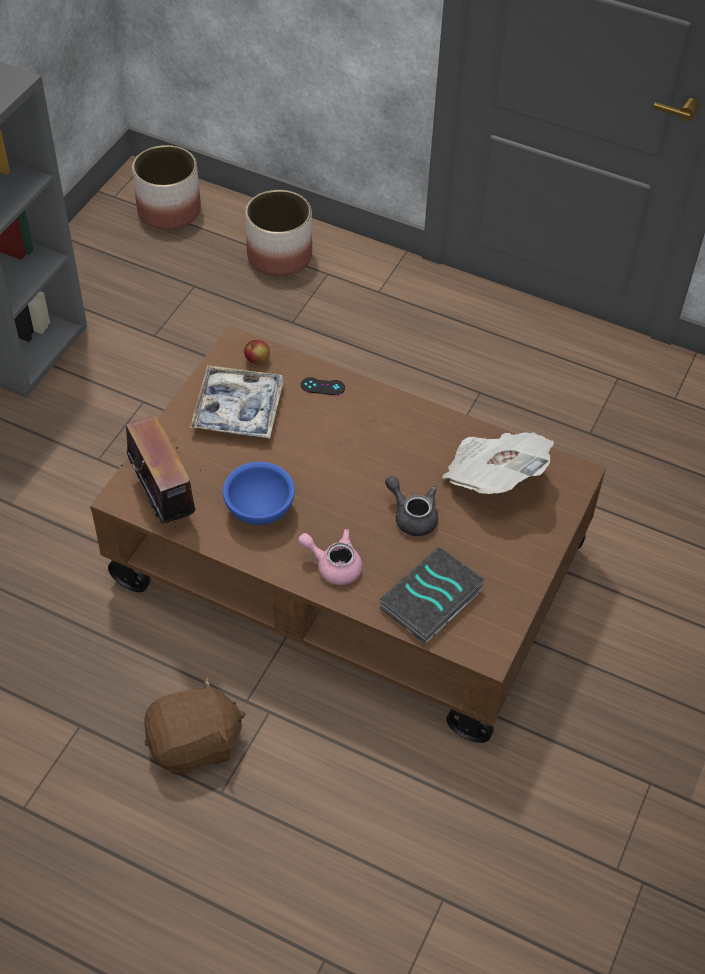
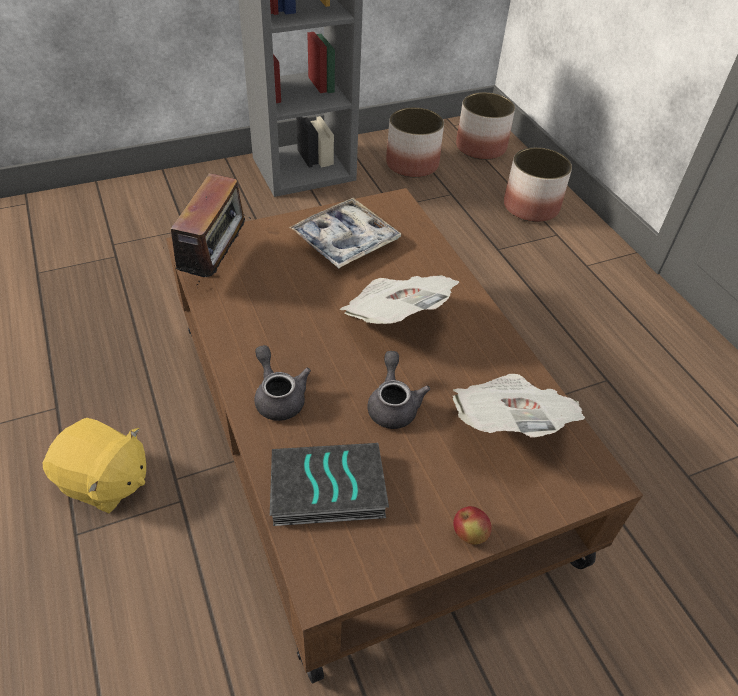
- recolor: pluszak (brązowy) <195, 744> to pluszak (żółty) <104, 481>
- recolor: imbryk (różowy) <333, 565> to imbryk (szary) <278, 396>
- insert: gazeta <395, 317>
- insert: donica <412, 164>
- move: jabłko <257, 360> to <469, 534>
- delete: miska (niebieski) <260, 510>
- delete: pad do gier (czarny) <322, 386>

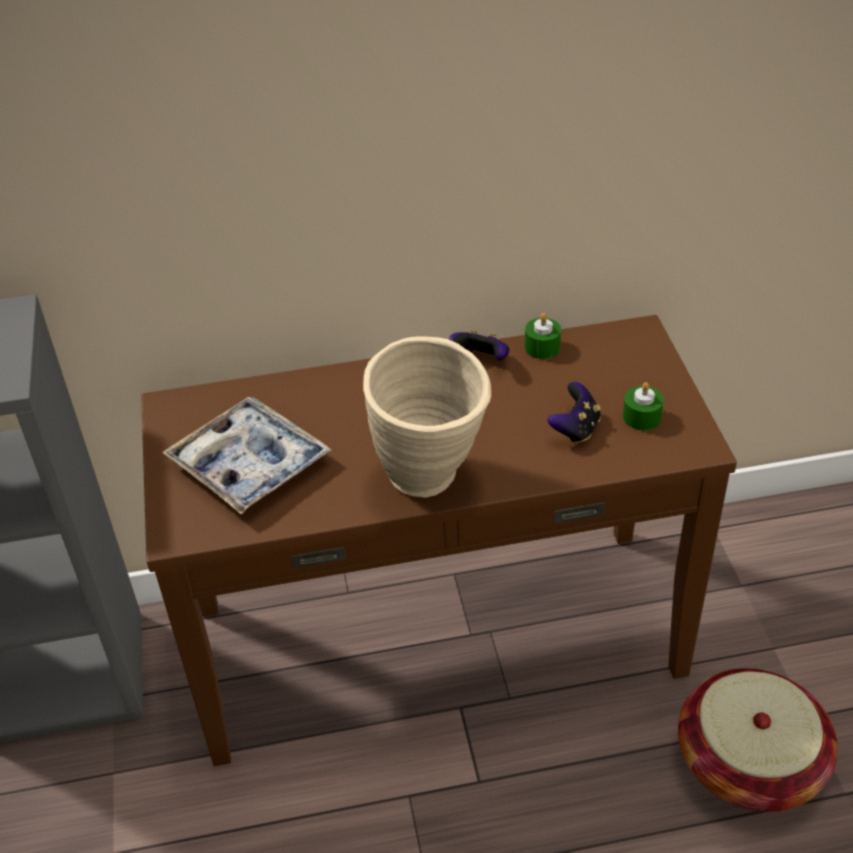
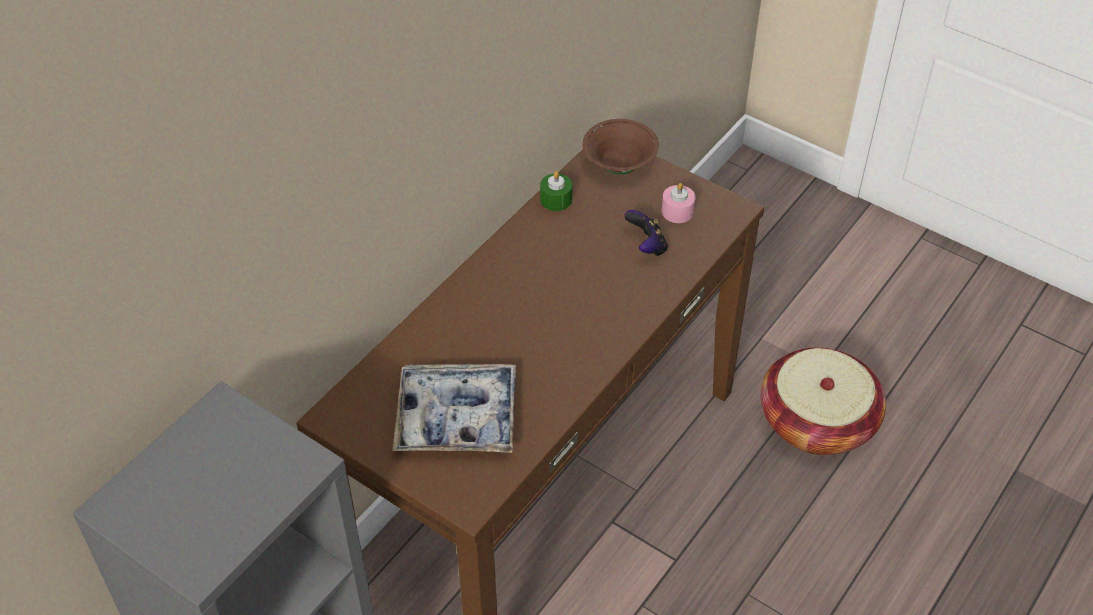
- insert: miska (brązowy) <619, 165>
- recolor: świeca (zielony) <641, 417> to świeca (różowy) <677, 211>
- delete: wazon (beżowy) <432, 482>
- delete: pad do gier <482, 360>

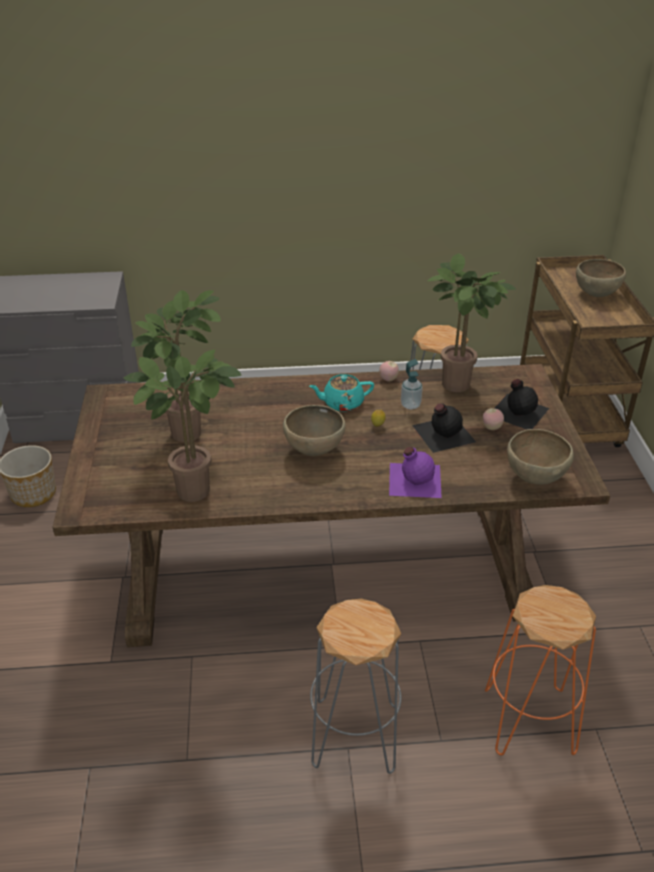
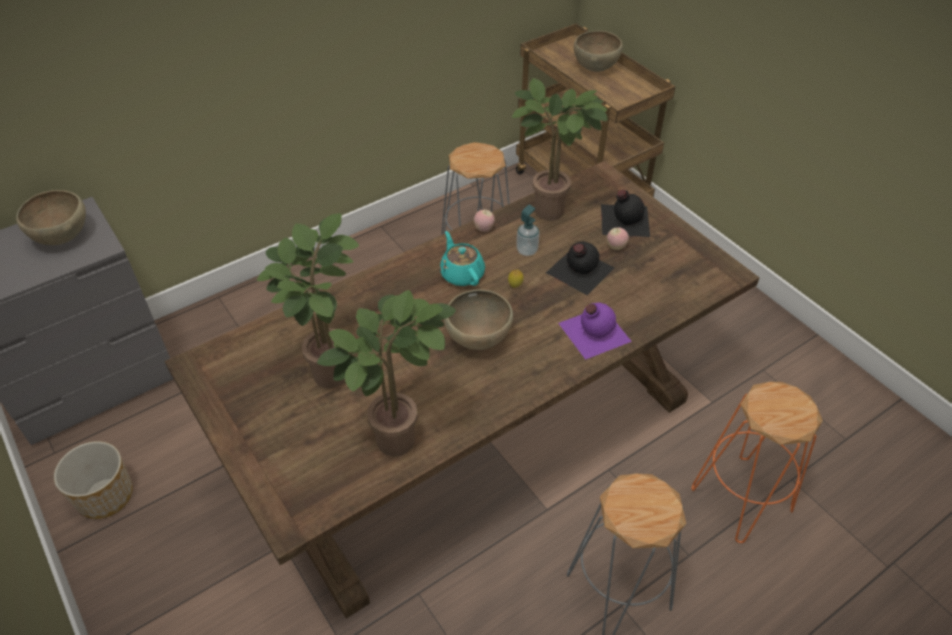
- move: miska (brązowy) <535, 477> to <62, 238>
- rotate: imbryk (turkusowy) <342, 403> = <462, 274> 105 degrees clockwise

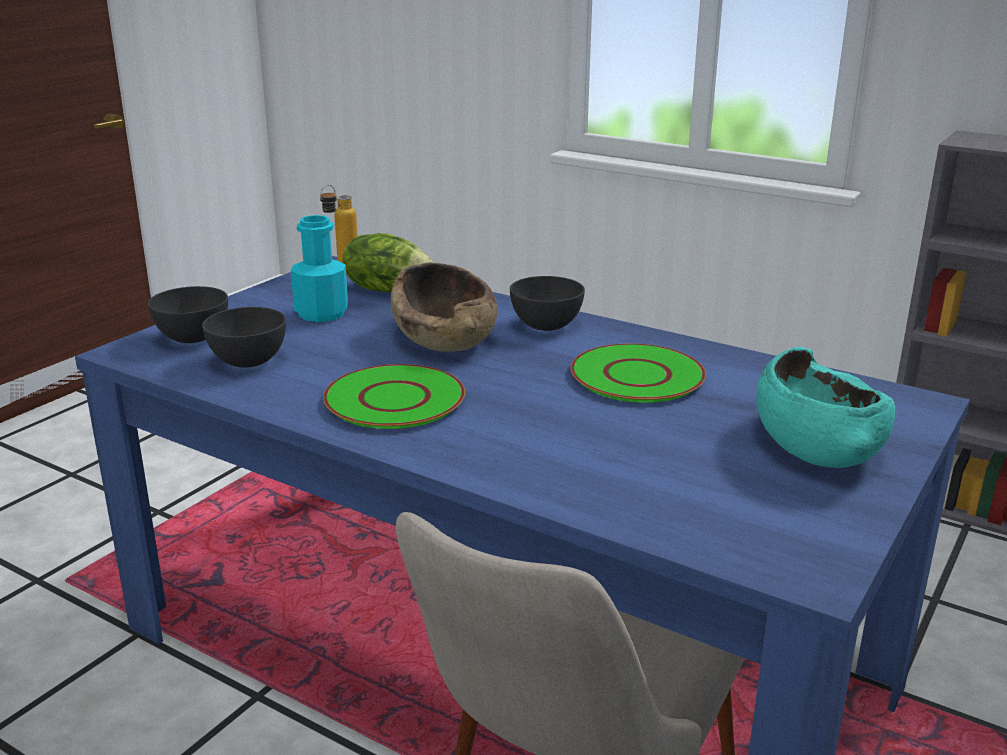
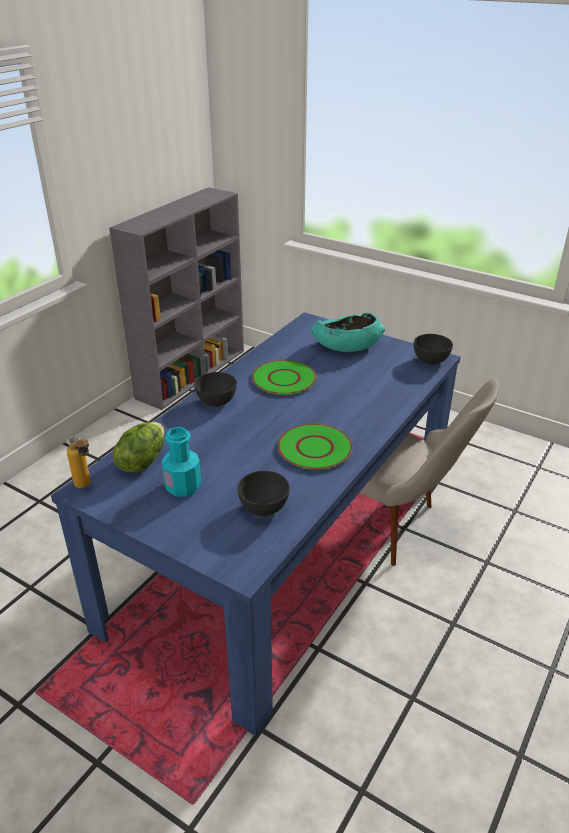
- move: miska (szary) <192, 338> to <431, 361>
- delete: miska (brązowy) <445, 339>

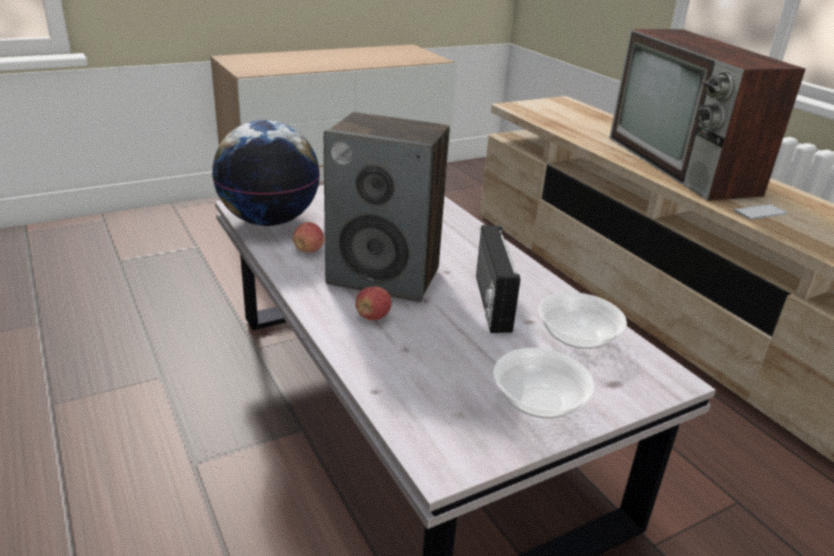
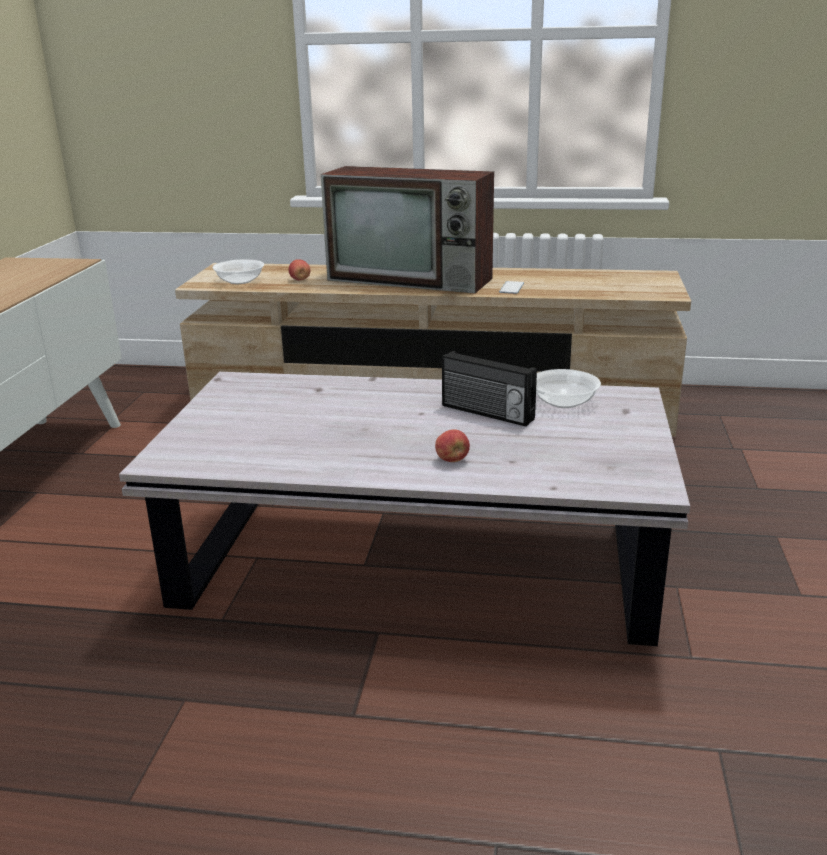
- move: miska <539, 401> to <240, 281>
- move: jabłko <309, 250> to <300, 280>
- delete: globus <269, 220>
- delete: głośnik <385, 276>

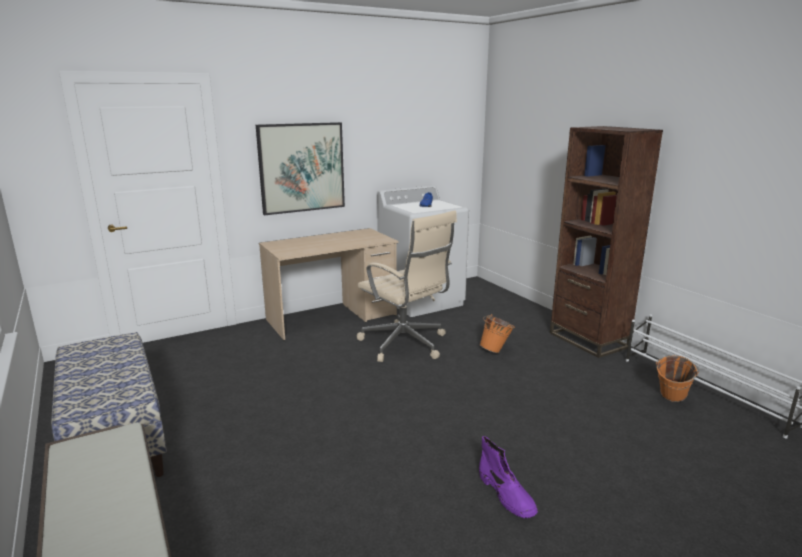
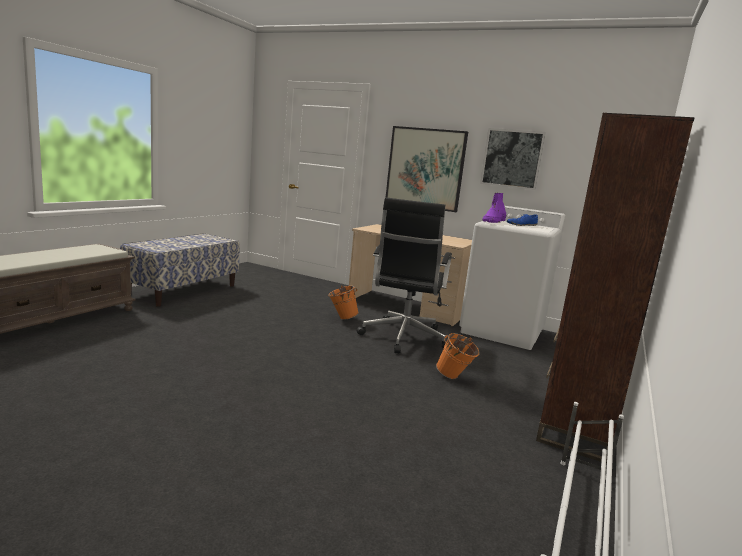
- move: wiadro (pomarańczowy) <670, 400> to <341, 318>
- recolor: krzesło biurowe (beżowy) <405, 344> to krzesło biurowe (czarny) <403, 338>
- insert: obraz <512, 158>
- move: but z cholewką (fioletowy) <506, 495> to <493, 222>

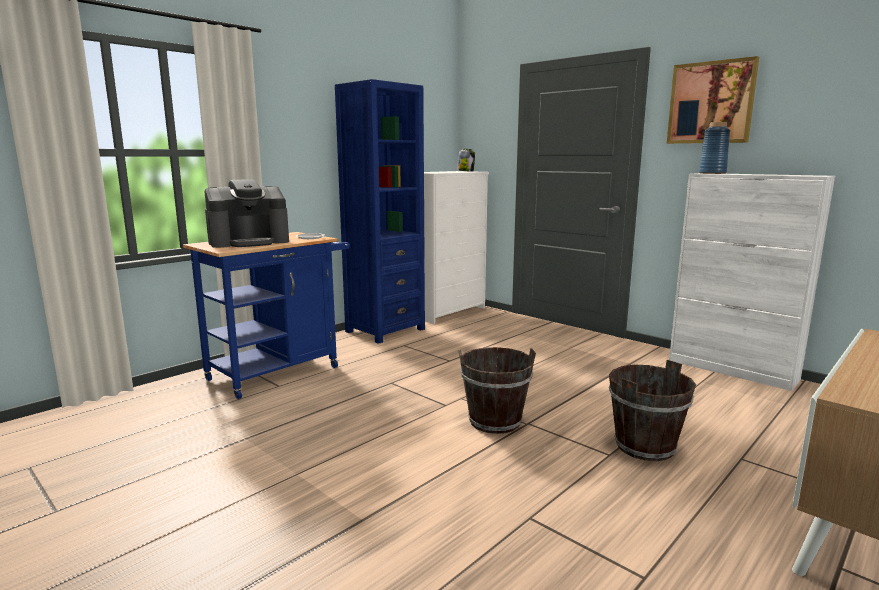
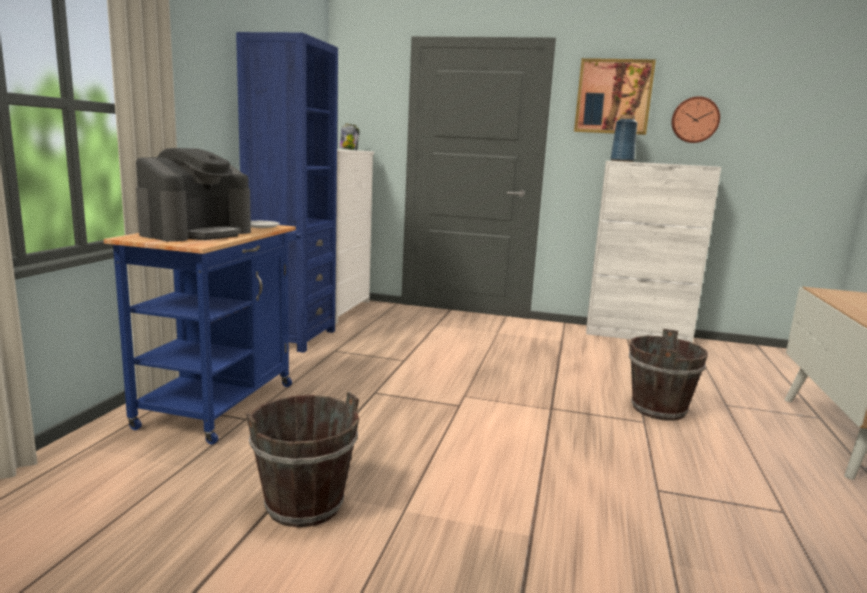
- move: wiadro (brązowy) <495, 421> to <304, 504>
- insert: zegar ścienny <695, 120>

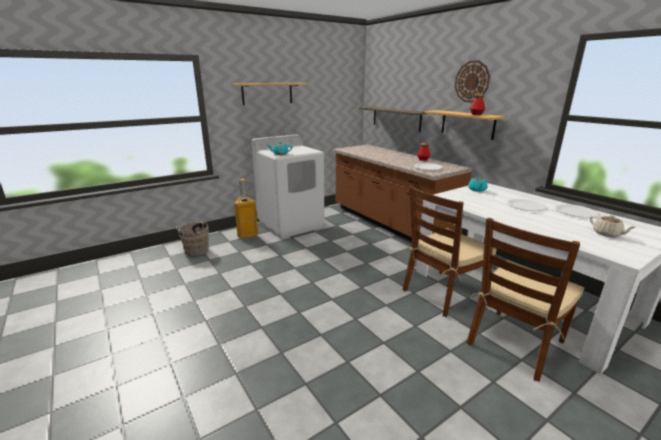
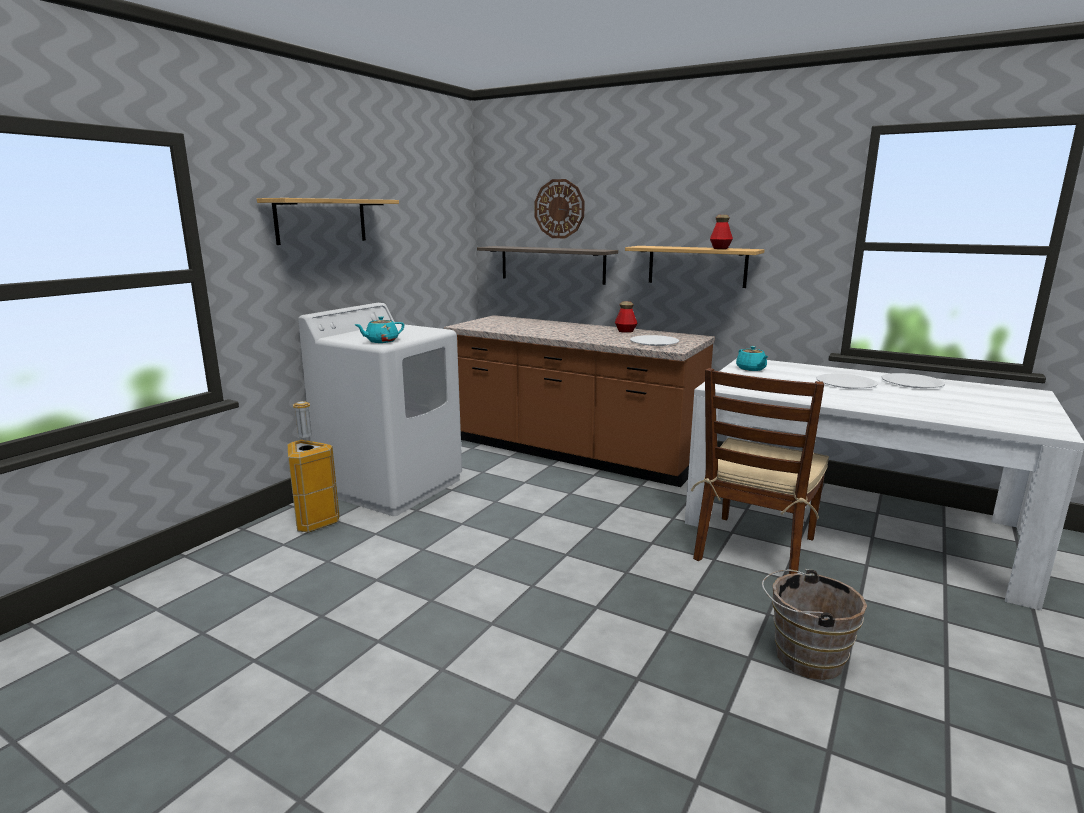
- move: zegar ścienny <472, 81> to <559, 209>
- move: wiadro (brązowy) <196, 250> to <803, 656>
- delete: krzesło (brązowy) <515, 343>
- delete: imbryk (beżowy) <607, 234>

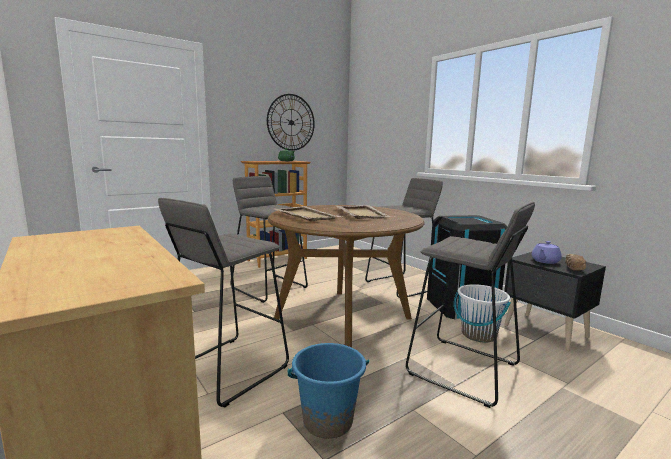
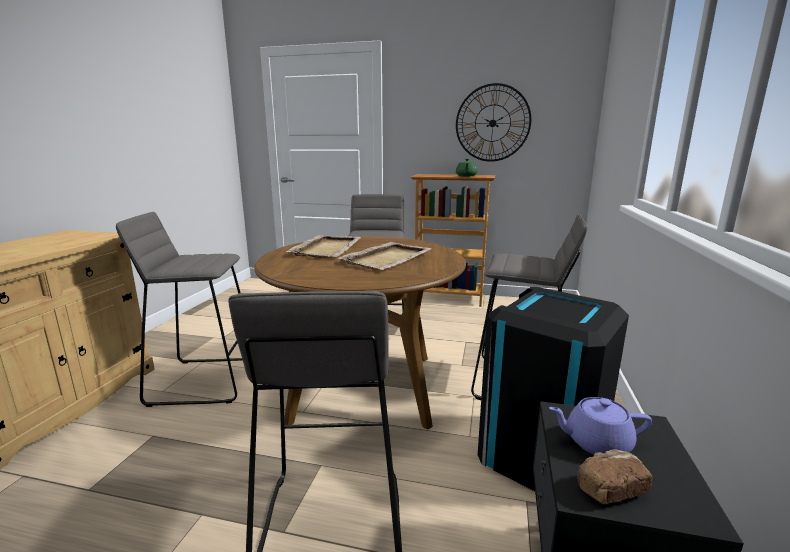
- delete: wiadro (niebieski) <328, 420>
- delete: wiadro (biały) <478, 334>

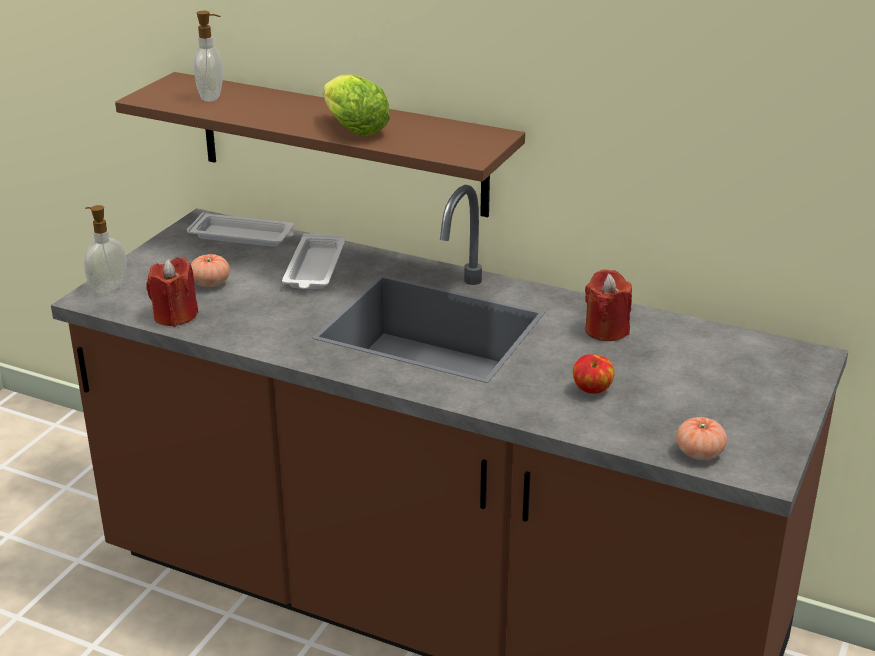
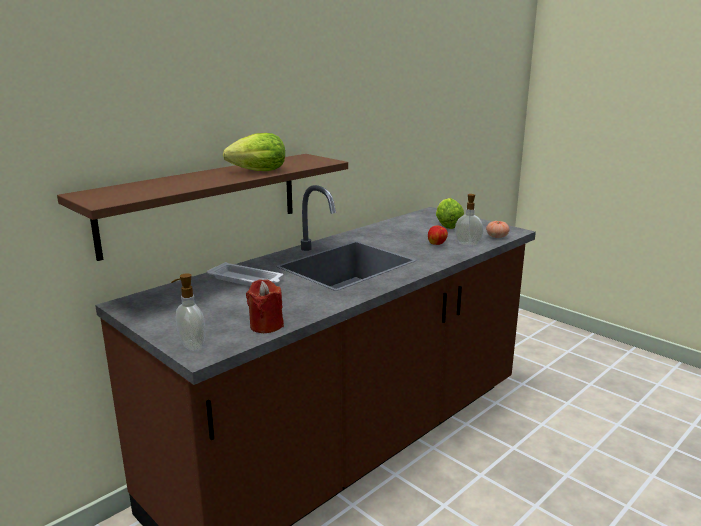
- insert: sałata <447, 225>
- move: dozownik mydła <212, 97> to <468, 244>
- delete: taca (biały) <243, 236>
- delete: pomidor <210, 283>
- delete: świeca (czerwony) <606, 330>

